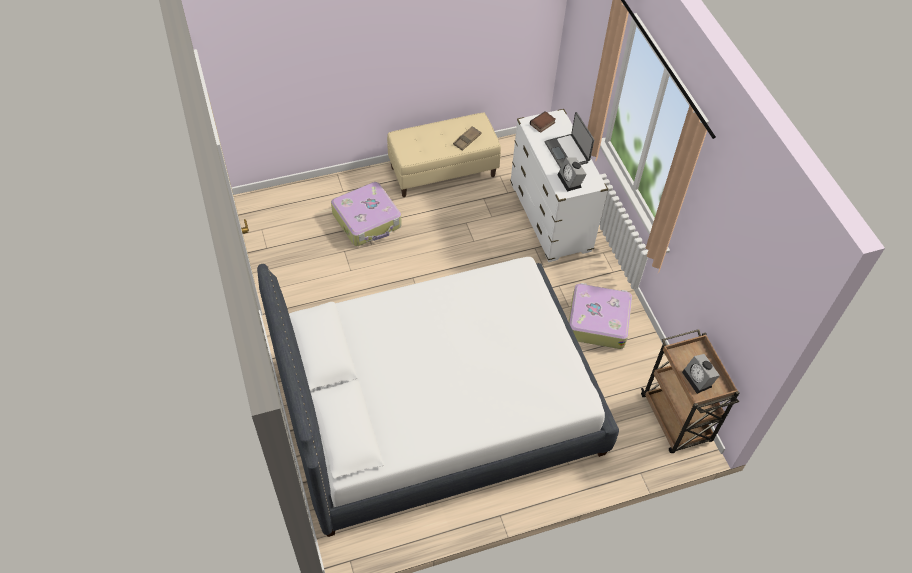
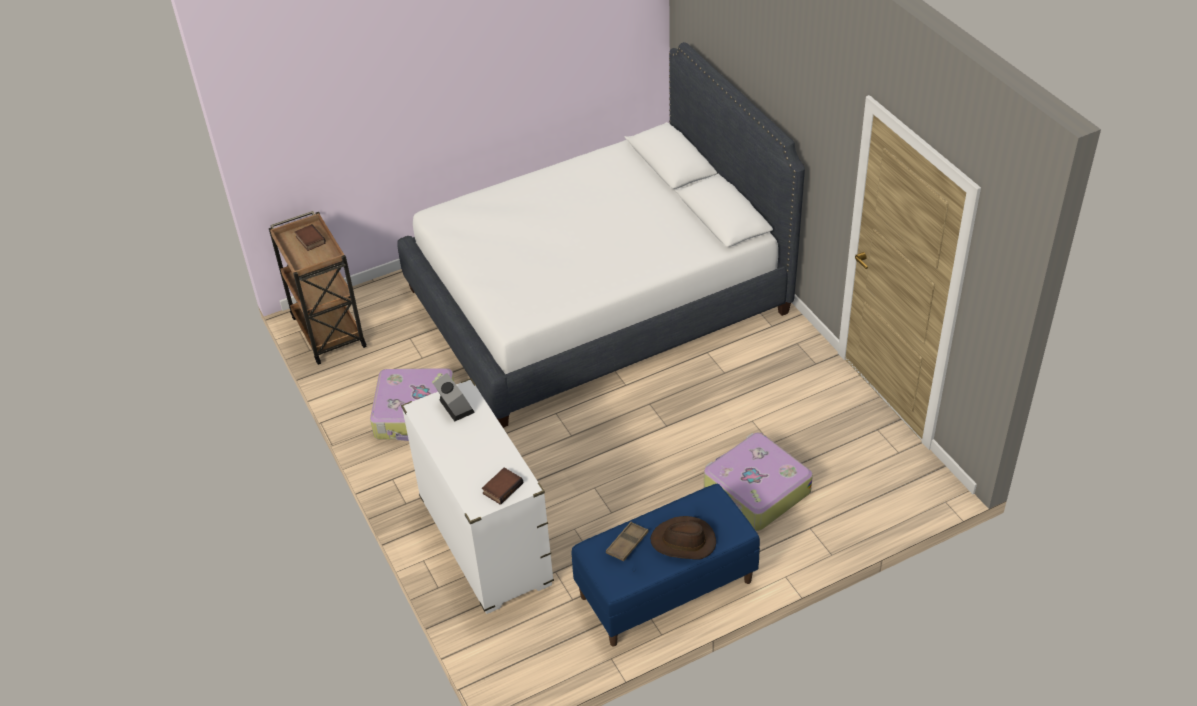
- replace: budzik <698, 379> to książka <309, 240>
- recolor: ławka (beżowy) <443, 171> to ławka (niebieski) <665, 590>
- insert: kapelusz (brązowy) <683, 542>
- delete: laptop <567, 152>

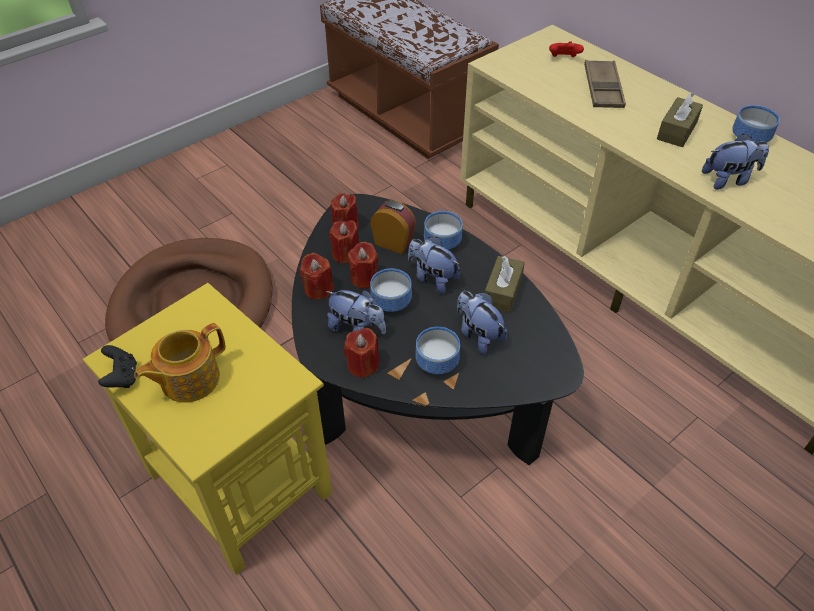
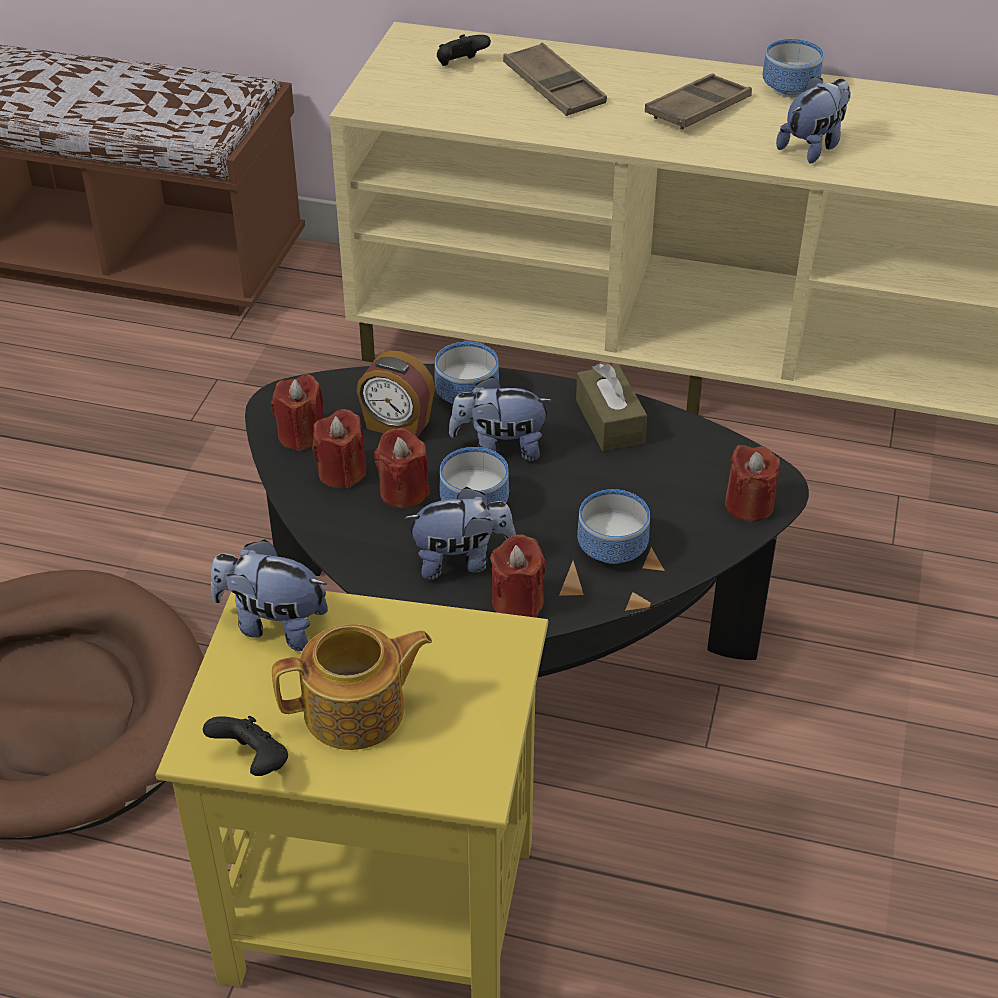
- move: pluszak <478, 335> to <273, 625>
- rotate: imbryk <188, 379> = <357, 711> 120 degrees counterclockwise
- rotate: budzik <393, 242> = <397, 426> 150 degrees counterclockwise
- recolor: pad do gier (czerwony) <563, 59> to pad do gier (czarny) <460, 65>
- replace: pudełko chusteczek (brązowy) <677, 131> to taca (brązowy) <697, 109>
- move: świeca (czerwony) <318, 289> to <749, 505>

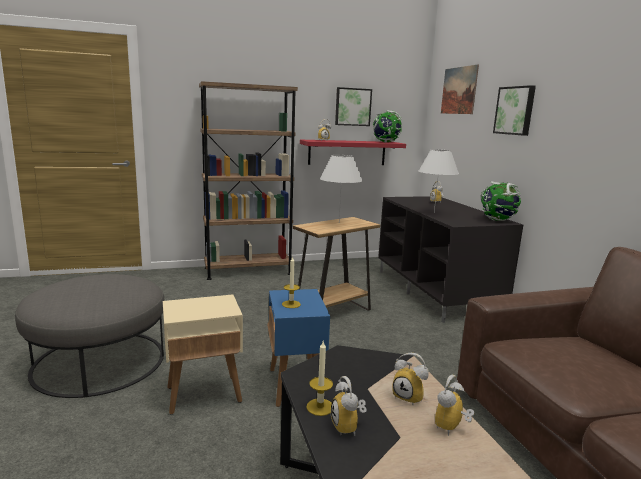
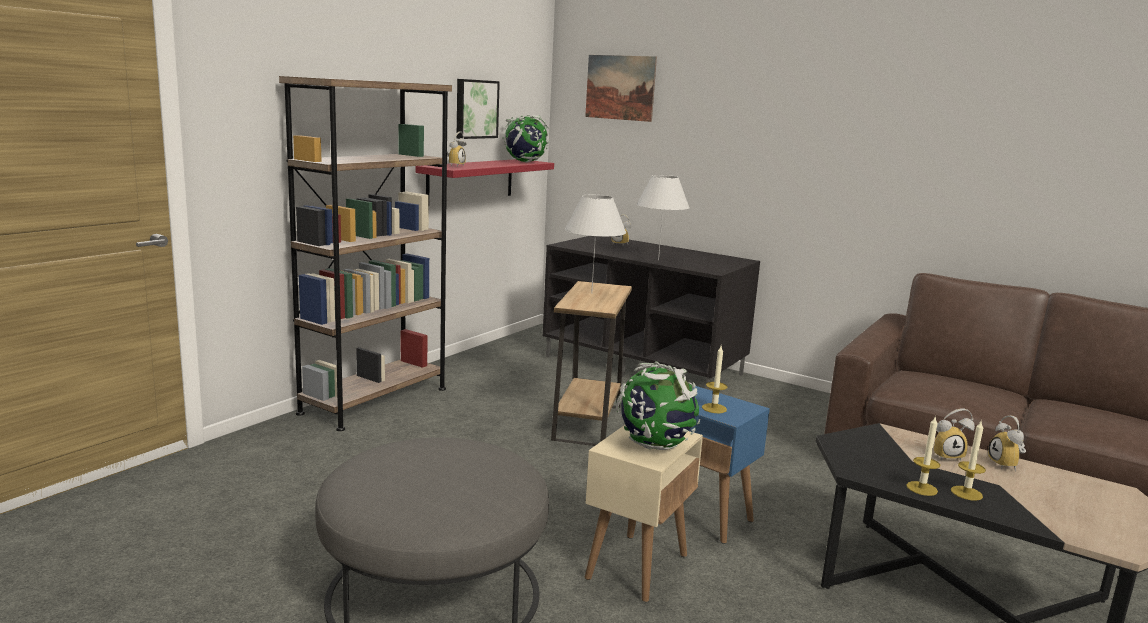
- move: globus <498, 220> to <654, 445>
- replace: budzik <349, 427> to świeca <966, 493>
- delete: obraz <515, 110>

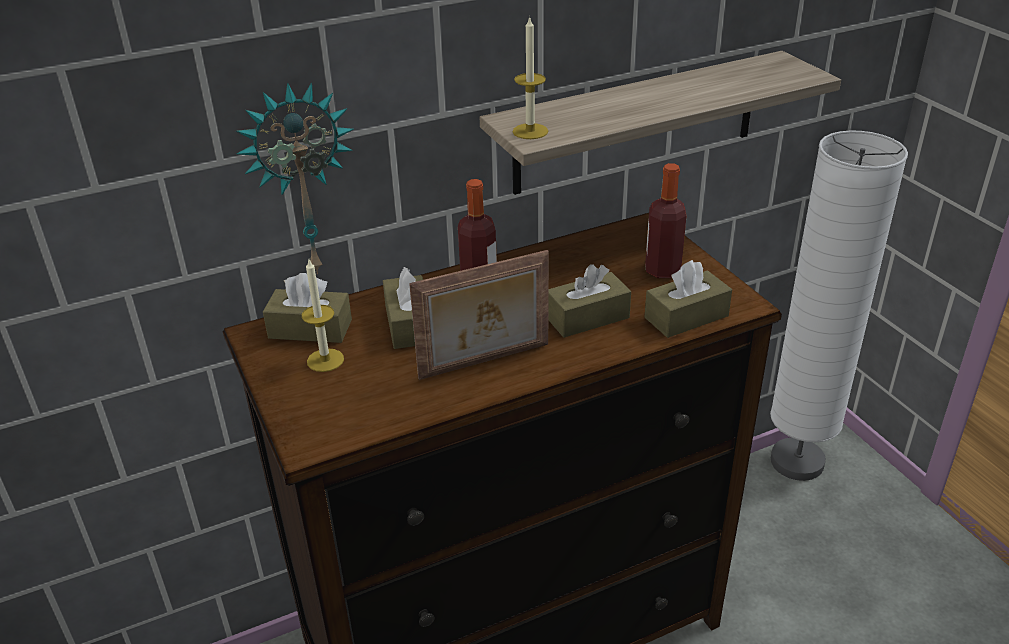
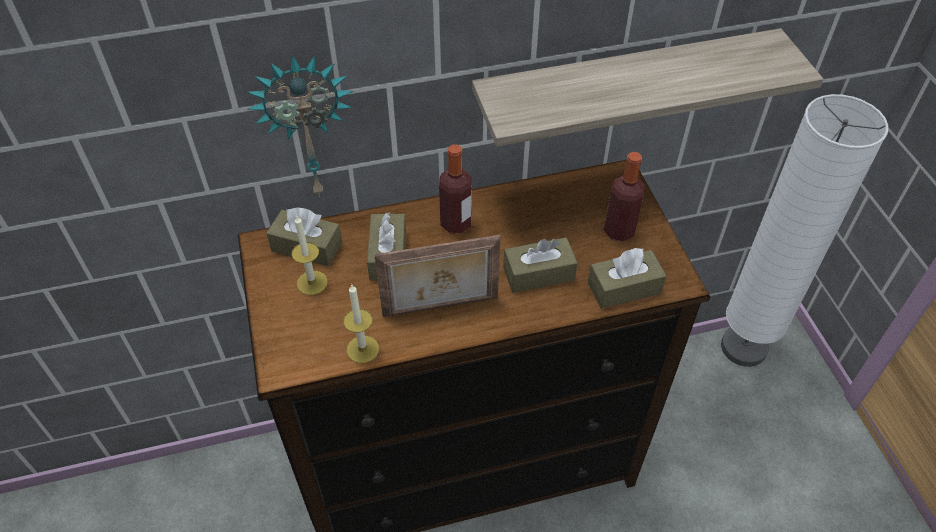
- move: świeca <530, 131> to <362, 349>

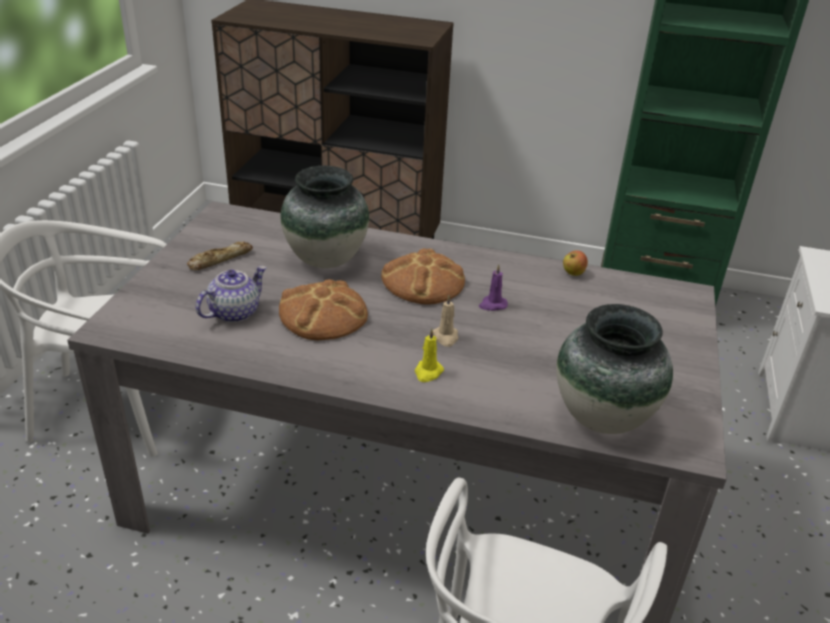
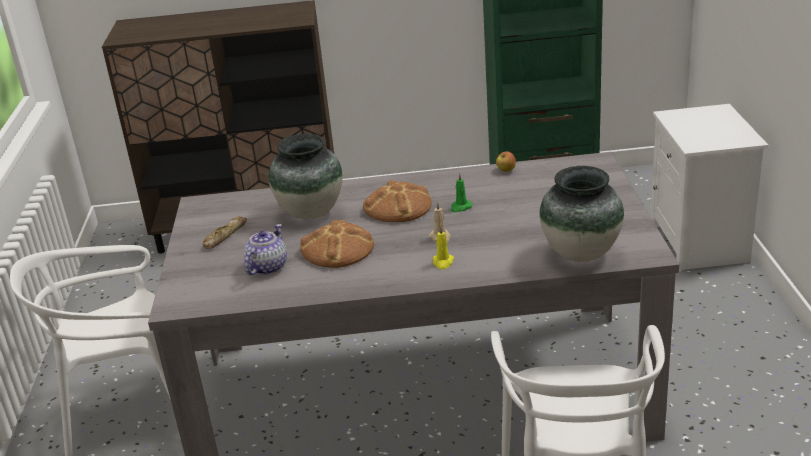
- recolor: świeca (fioletowy) <492, 305> to świeca (zielony) <460, 207>

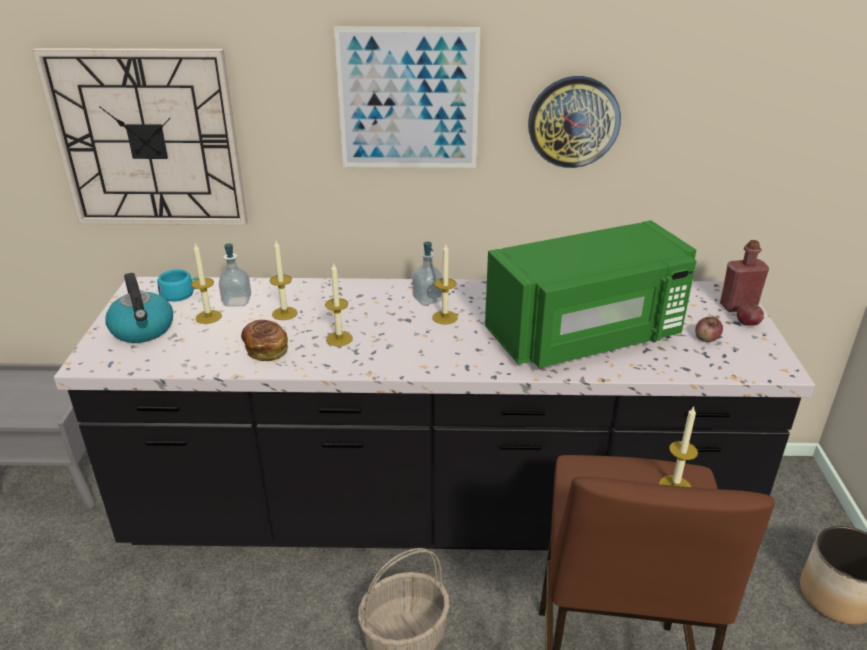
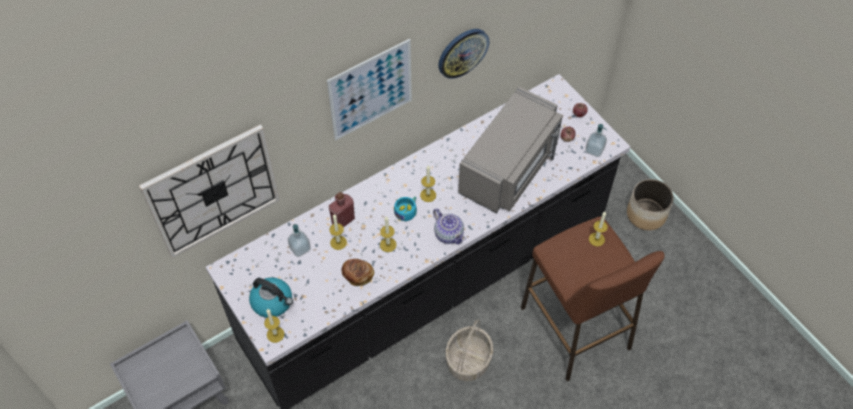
- move: świeca <208, 317> to <275, 334>
- move: butelka (czerwony) <738, 306> to <343, 220>
- move: filiżanka (turkusowy) <181, 294> to <407, 211>
- insert: imbryk <449, 234>
- recolor: mikrofalówka (zielony) <587, 336> to mikrofalówka (szary) <510, 168>
- move: dozownik mydła <427, 299> to <594, 150>

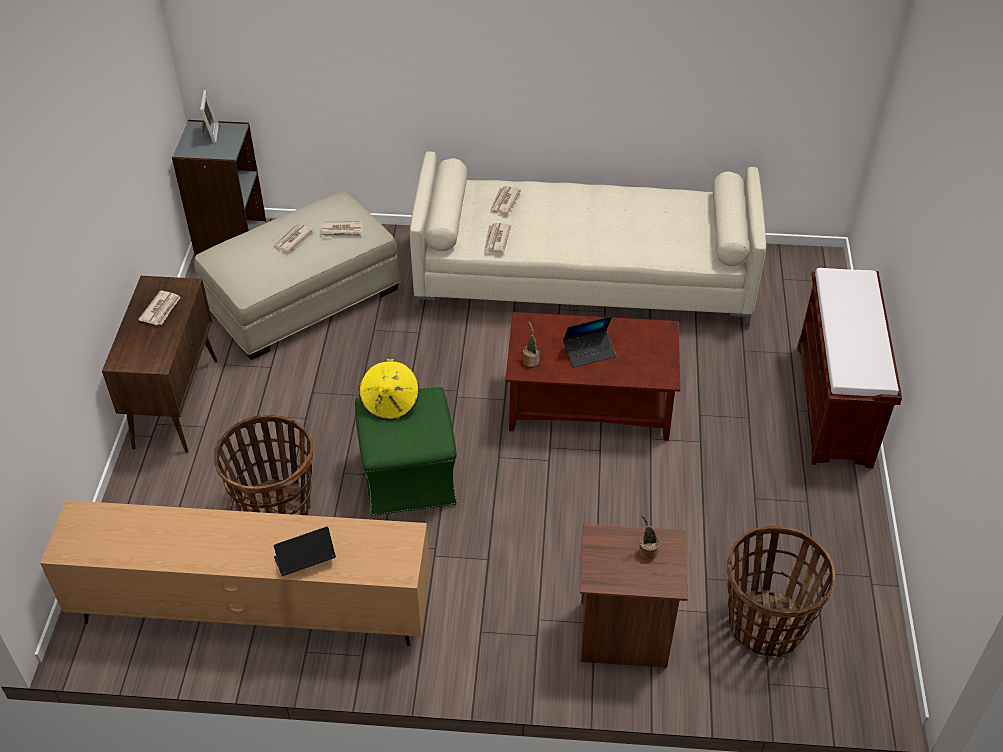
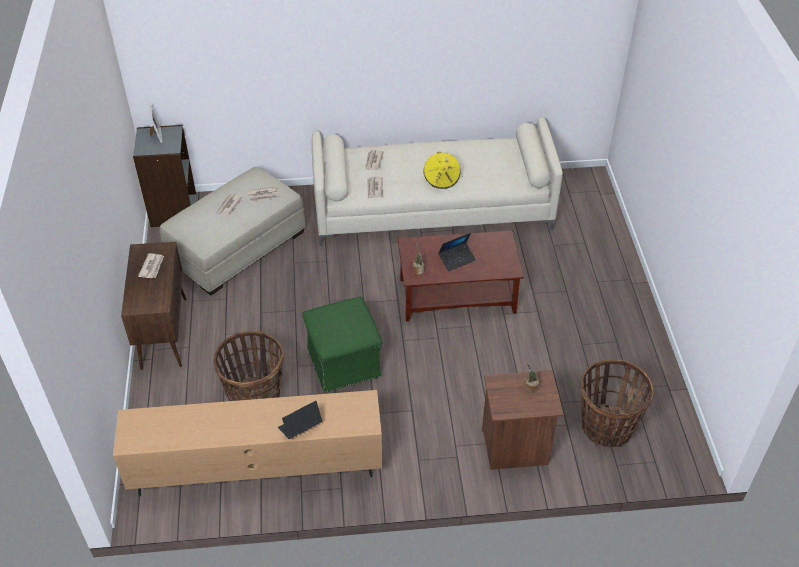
- move: kapelusz (żółty) <390, 403> to <441, 179>
- delete: ławka (brązowy) <834, 406>

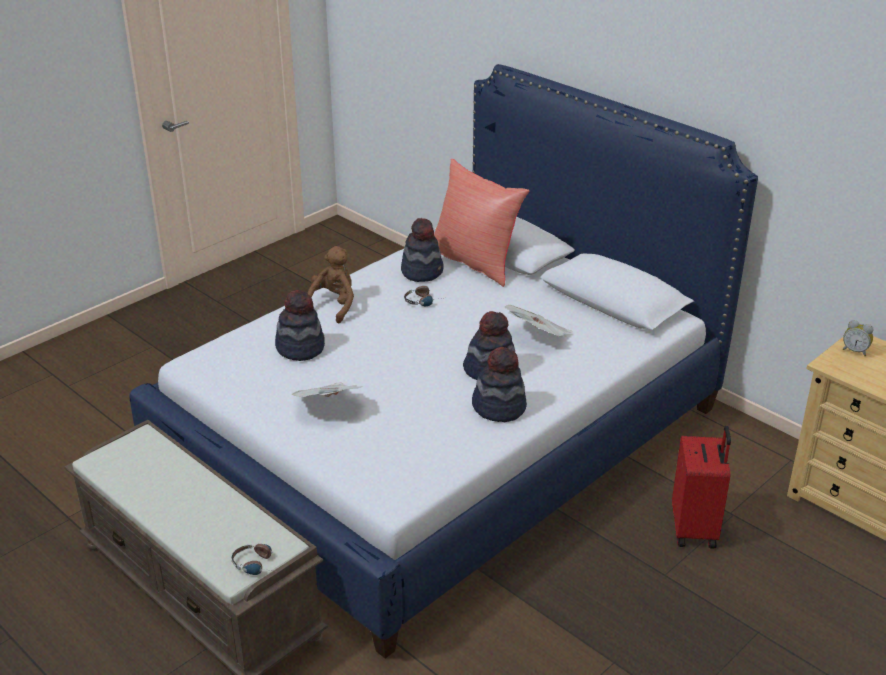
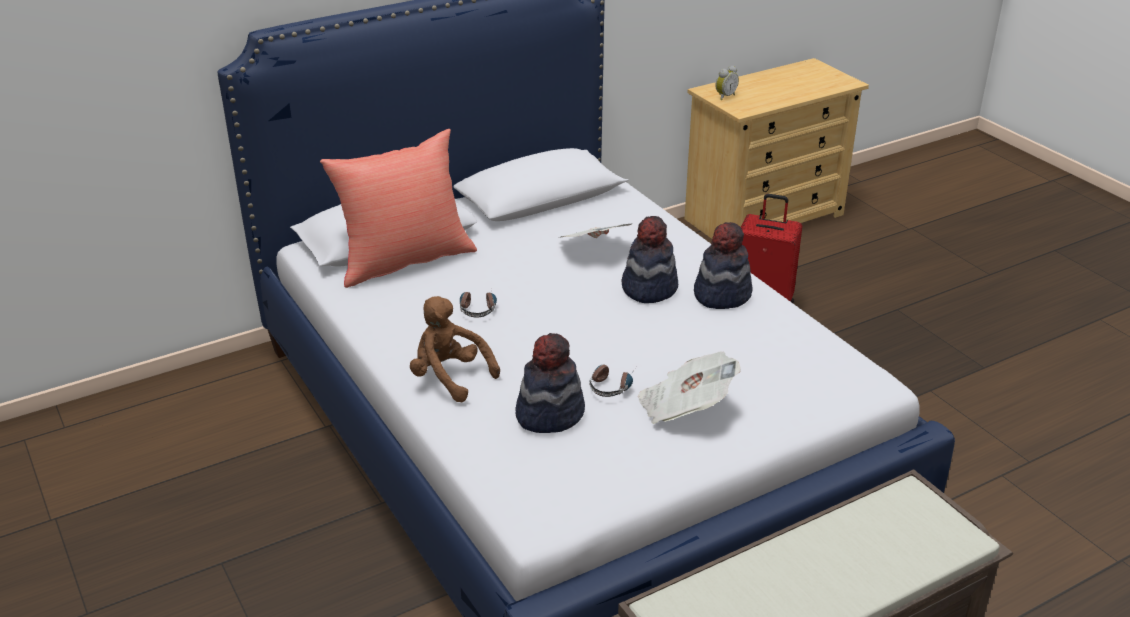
- move: słuchawki <258, 564> to <612, 384>
- delete: kapelusz <422, 271>

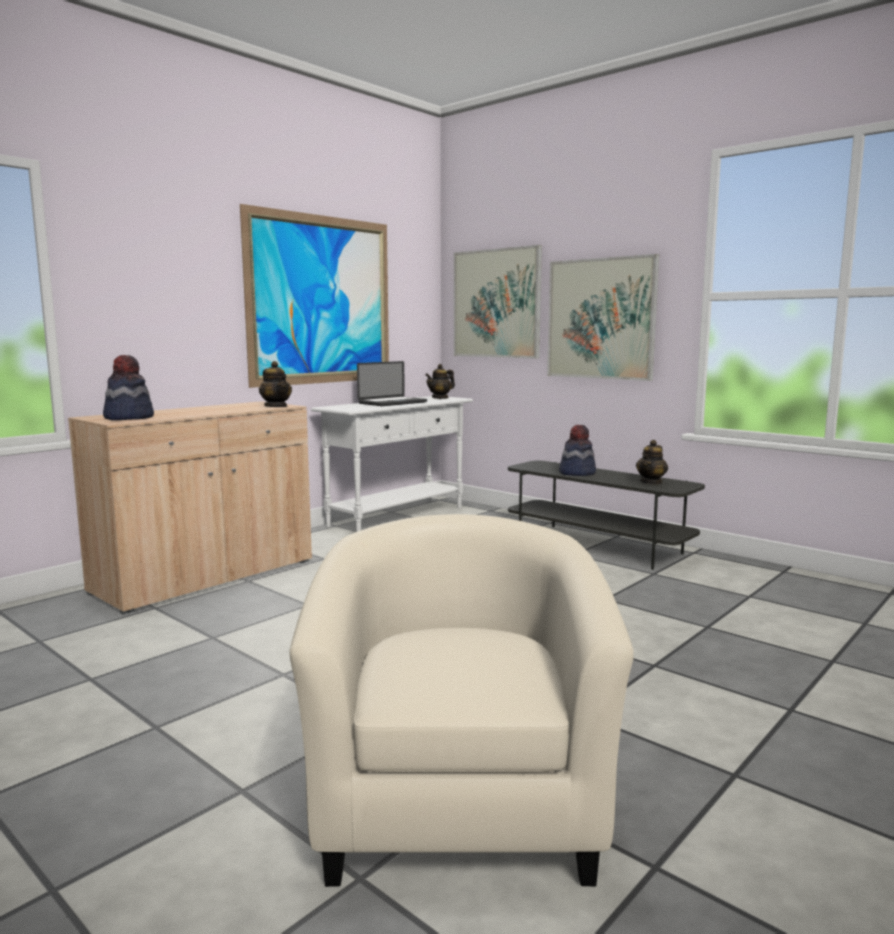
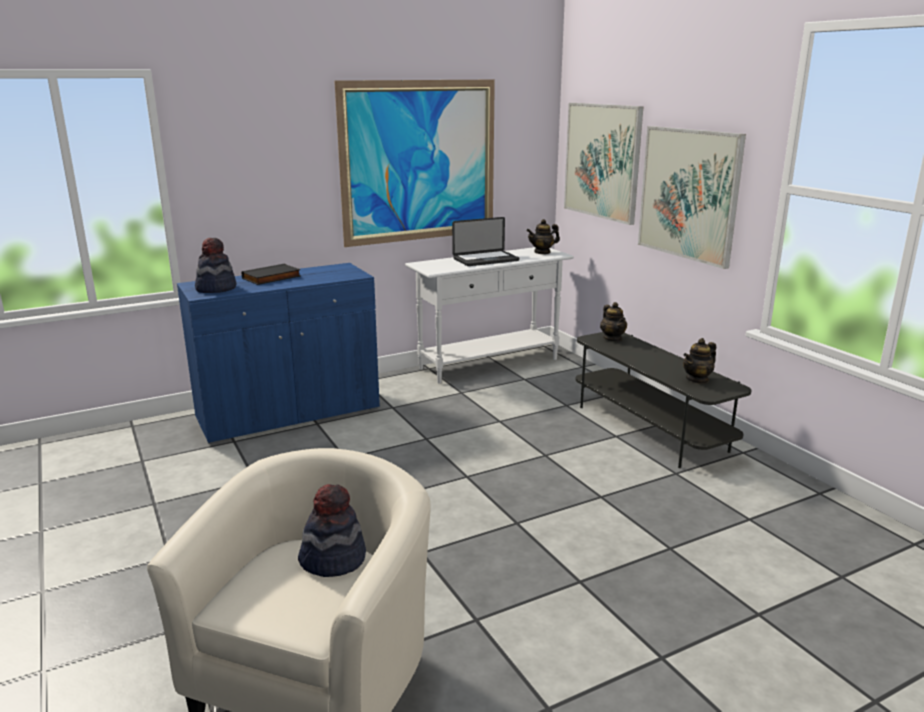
- recolor: szafka (beżowy) <206, 577> to szafka (niebieski) <289, 414>
- insert: książka (czarny) <272, 278>
- move: kapelusz <576, 473> to <333, 559>
- move: imbryk <276, 406> to <612, 338>

